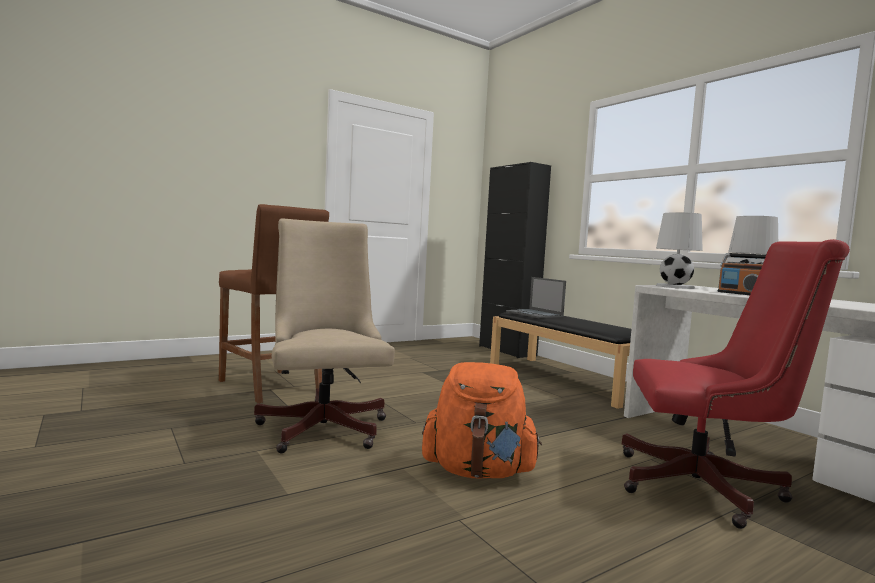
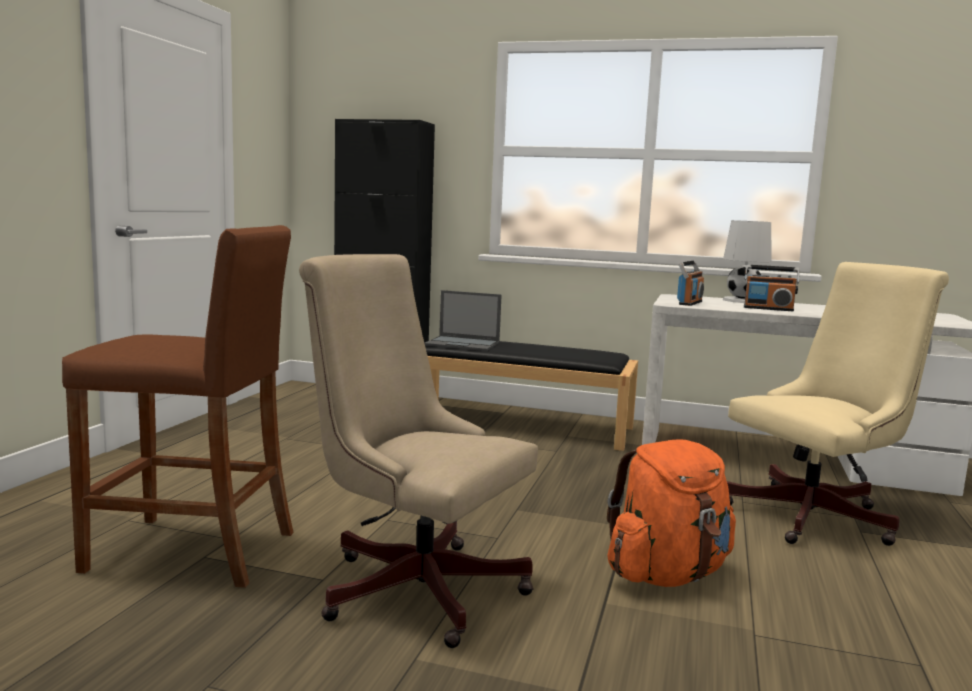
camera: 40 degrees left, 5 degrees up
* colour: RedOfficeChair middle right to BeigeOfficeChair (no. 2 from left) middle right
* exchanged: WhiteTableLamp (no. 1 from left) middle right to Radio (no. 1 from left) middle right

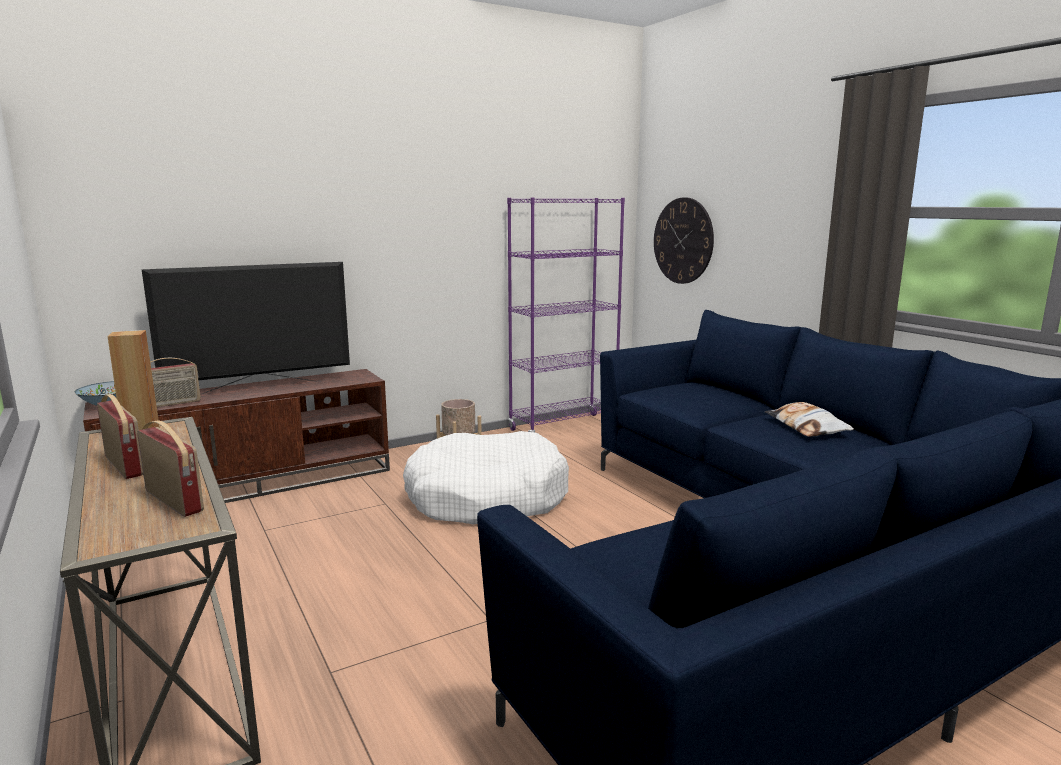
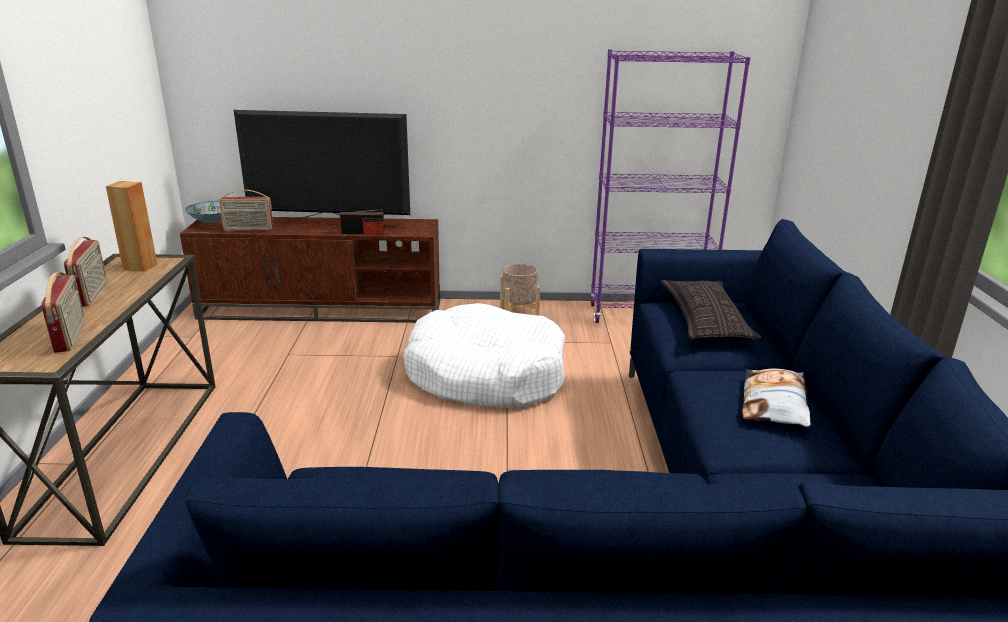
camera: 30 degrees right, 10 degrees up
* missing: WallClock top centre
* appeared: Radio (no. 4 from left) centre
* appeared: Pillow (no. 1 from left) middle right

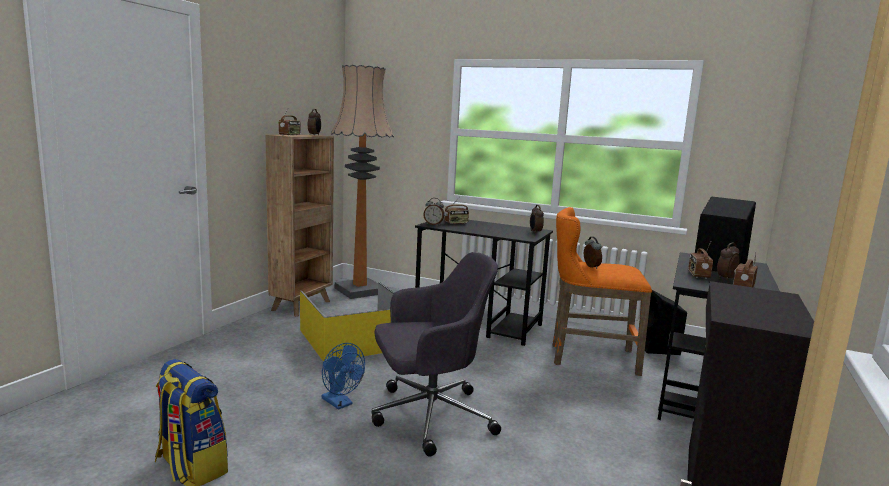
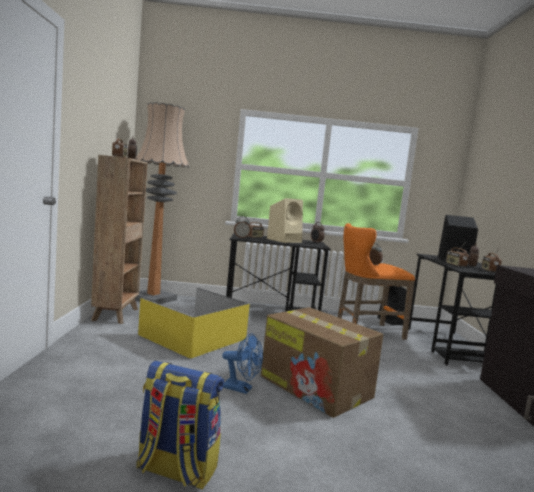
camera: 25 degrees left, 5 degrees down
* exchanged: GreyOfficeChair bottom centre to CardboardBox bottom centre
* appeared: BeigeSpeaker centre

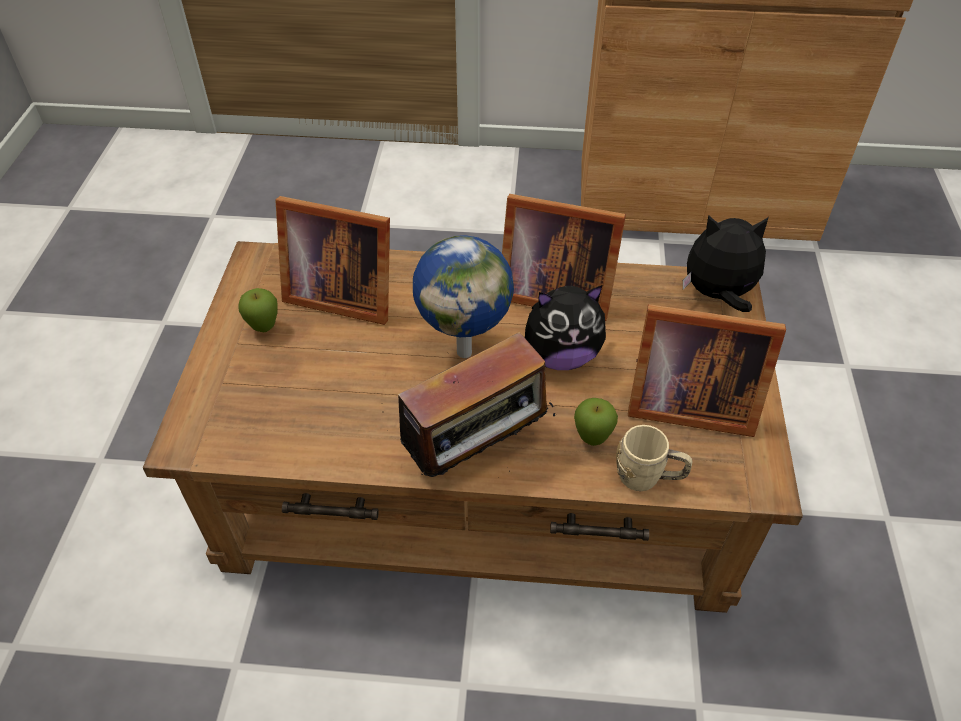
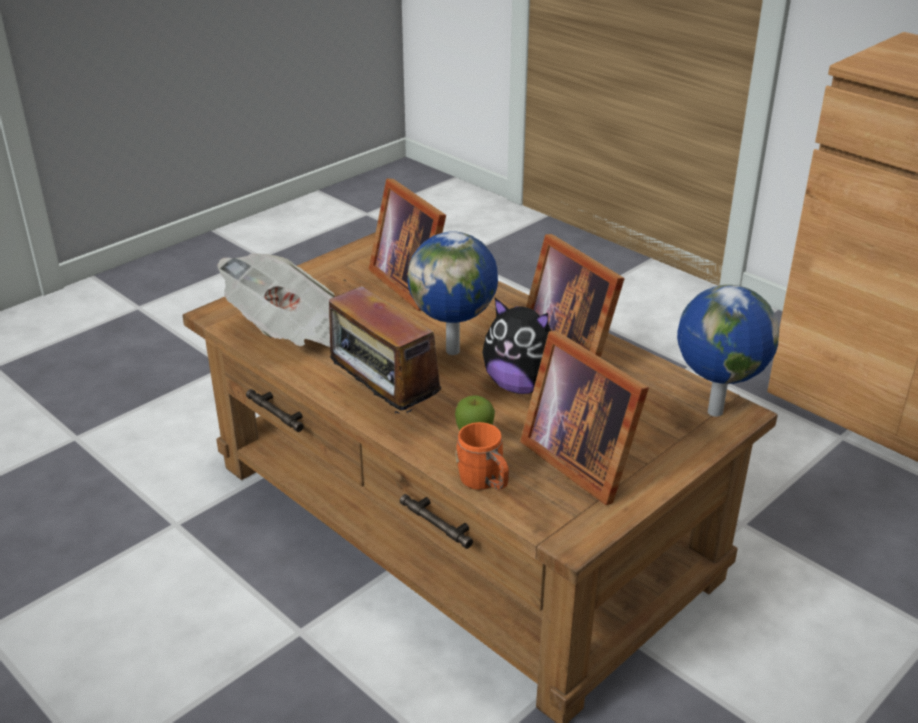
camera: 40 degrees right, 15 degrees down
* missing: Apple (no. 1 from left) middle left
* spun: Radio centre = centre 45 degrees clockwise
* colour: BeigeMug middle right to OrangeMug centre
* exchanged: PlushToy (no. 2 from left) middle right to Globe (no. 2 from left) middle right
* appeared: Newspaper middle left

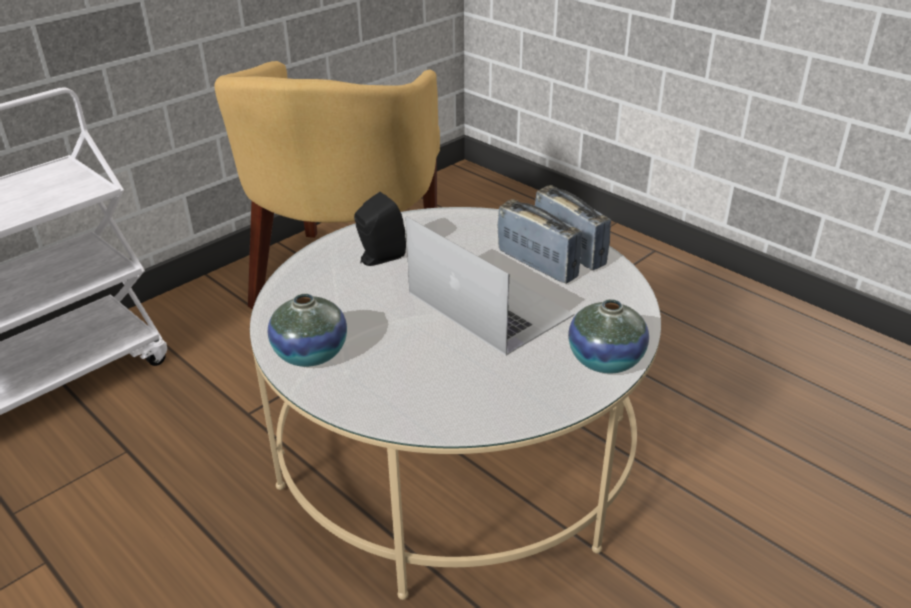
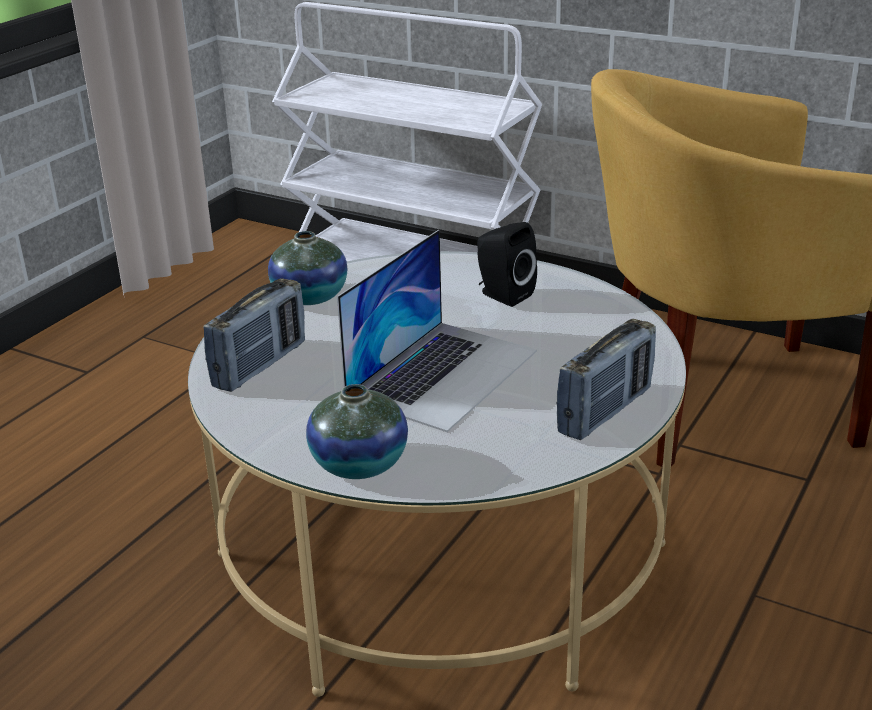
camera: 75 degrees right, 5 degrees down
* relocated: Radio (no. 1 from left) centre to middle left

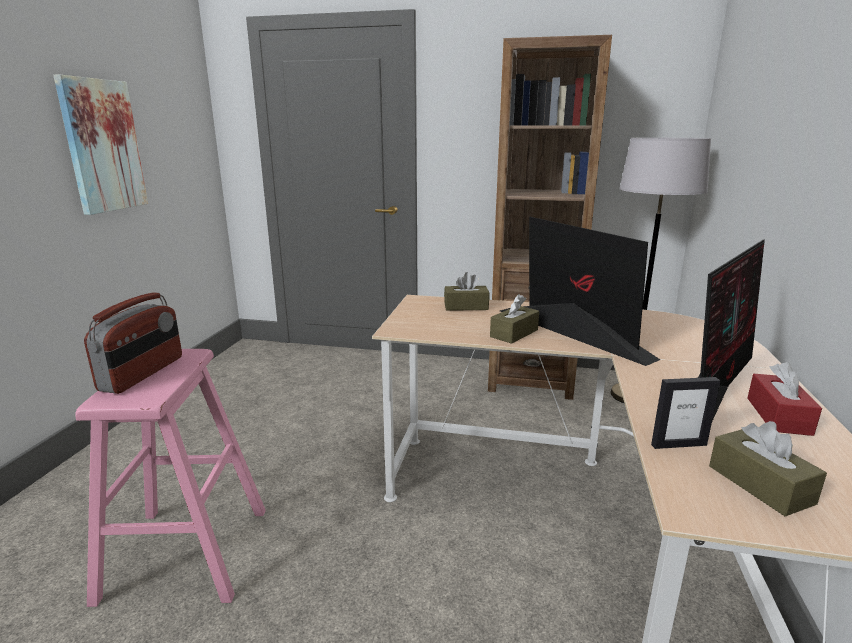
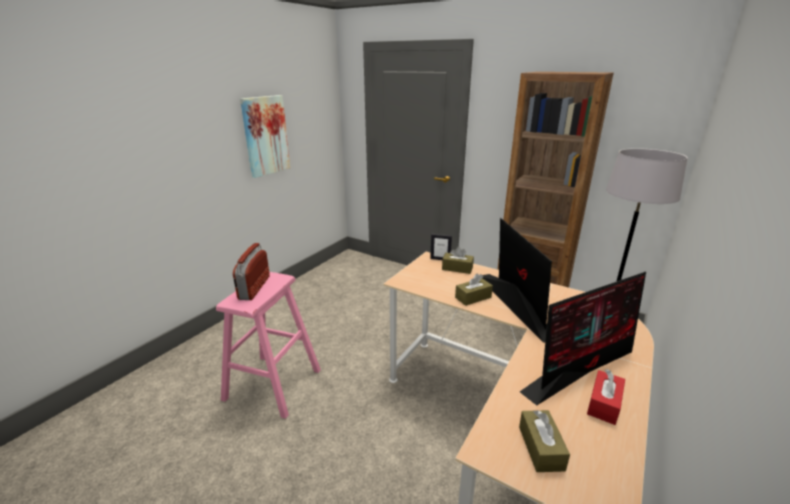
camera: 20 degrees right, 5 degrees up
* spun: Radio middle left = middle left 150 degrees clockwise
* relocated: PictureFrame middle right to centre

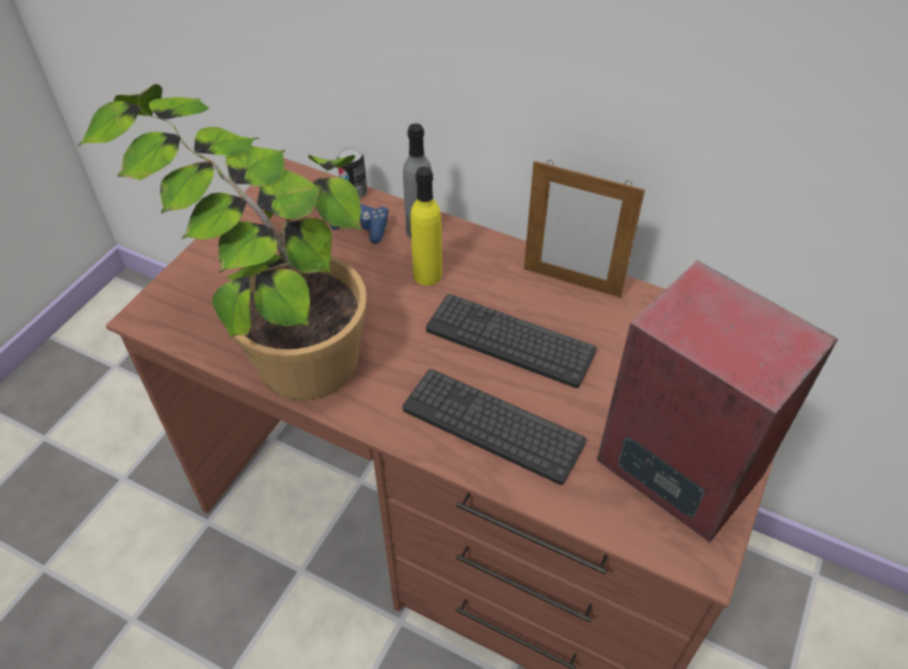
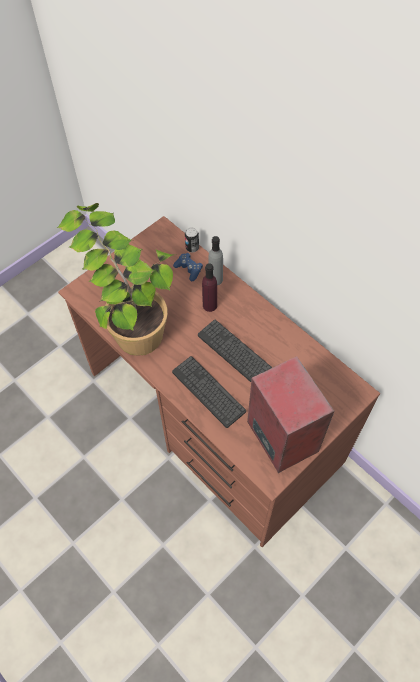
camera: 20 degrees right, 10 degrees up
* colour: YellowBottle centre to PurpleBottle centre
* missing: PictureFrame centre

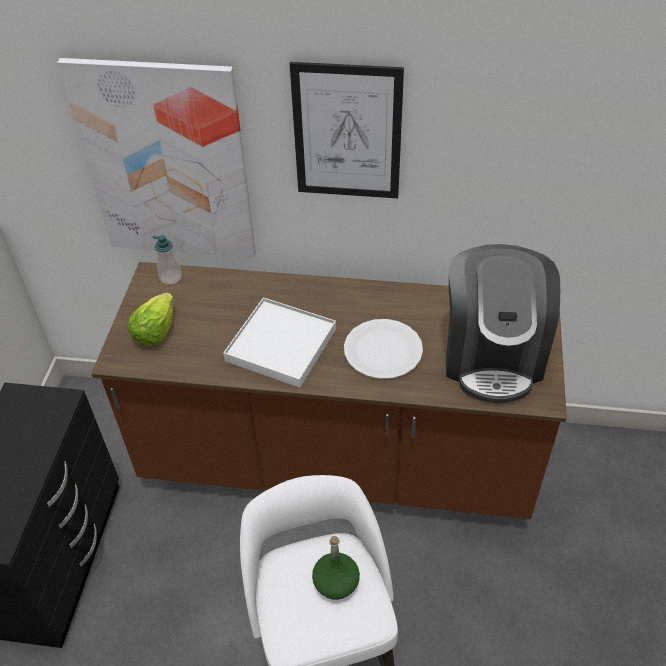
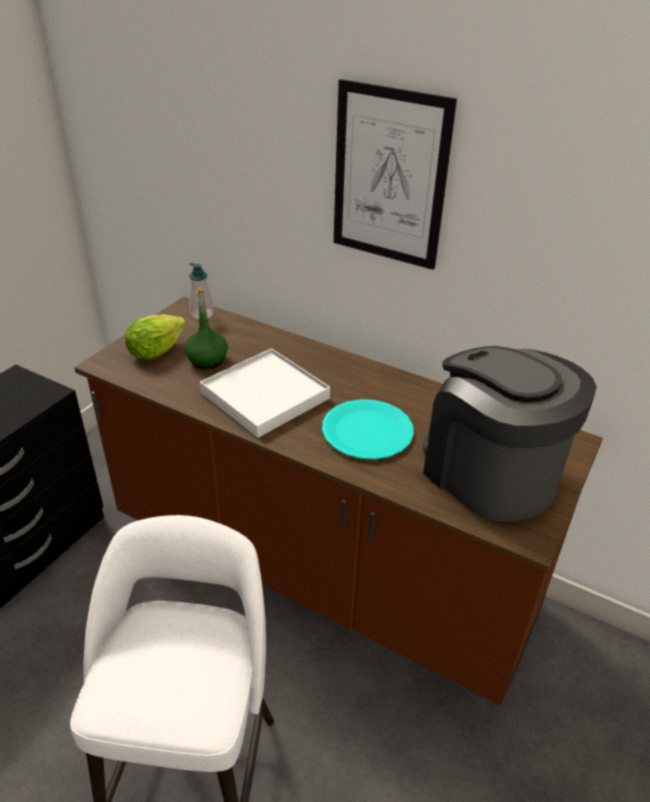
camera: 20 degrees right, 10 degrees down
* missing: Picture (no. 1 from left) top left
* relocated: GreenBottle bottom centre to middle left
* colour: WhitePlate centre to TurquoisePlate centre
* spun: CoffeeMachine middle right = middle right 120 degrees clockwise

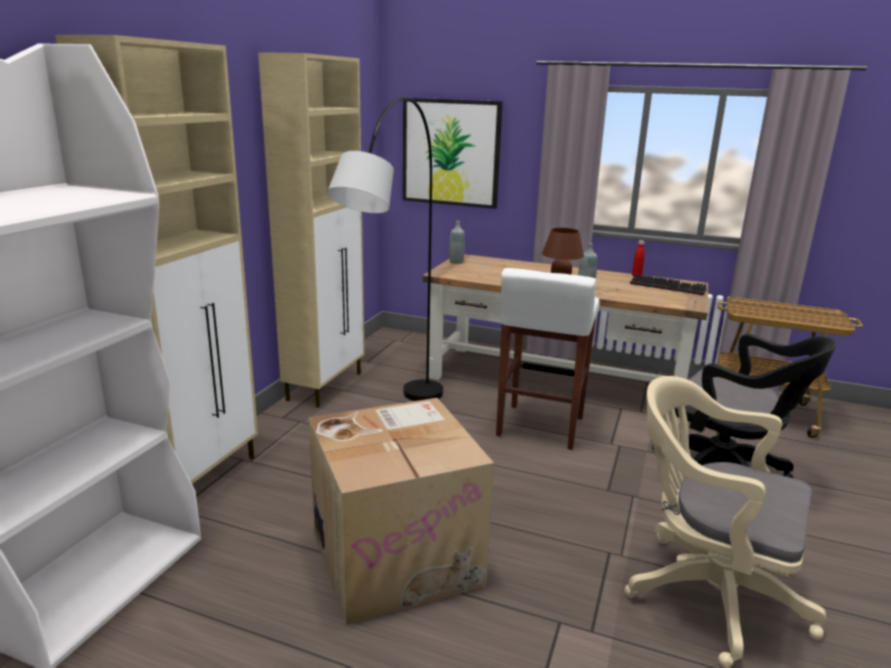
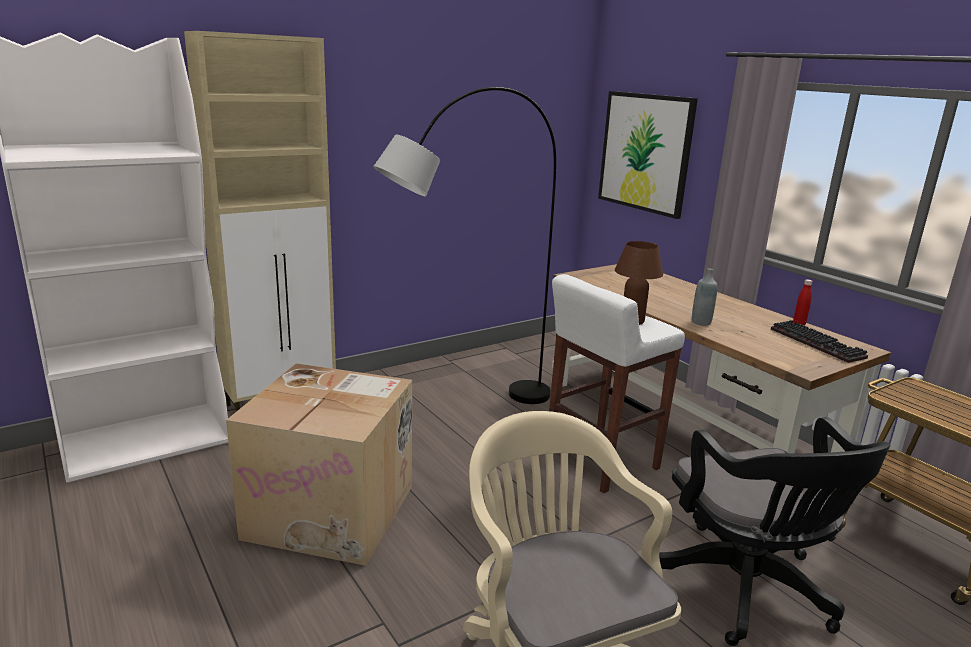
camera: 35 degrees right, 0 degrees up
* missing: BeigeCabinet (no. 2 from left) centre
* missing: GreyBottle (no. 1 from left) centre

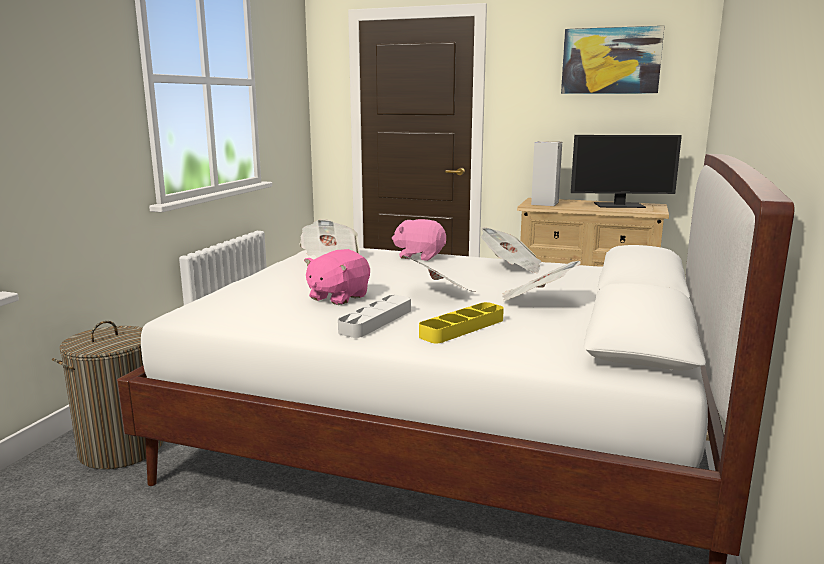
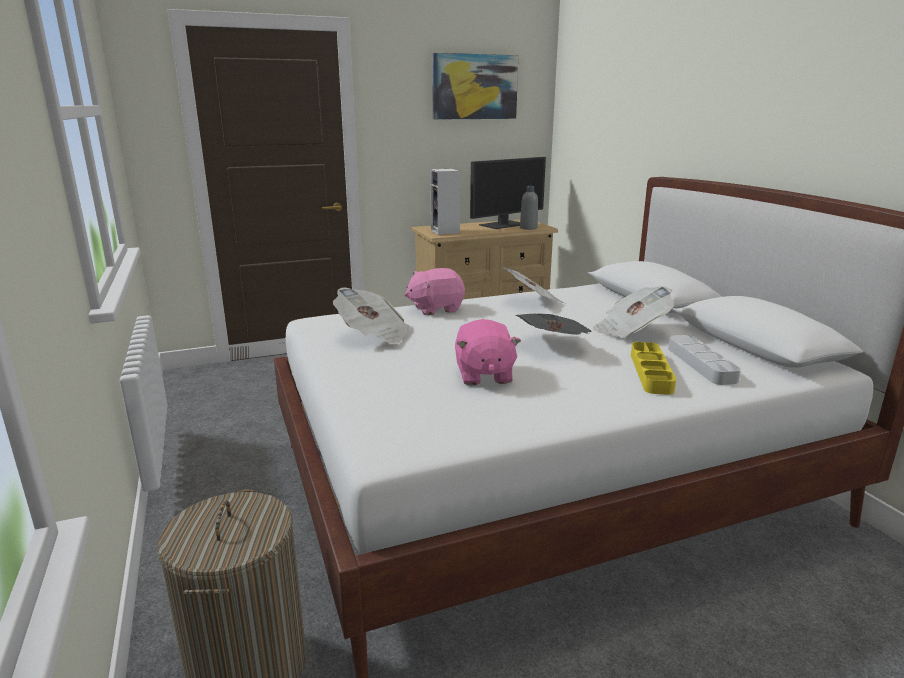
camera: 40 degrees left, 5 degrees up
* relocated: GreyTray centre to middle right
* appeared: GreyBottle top centre

